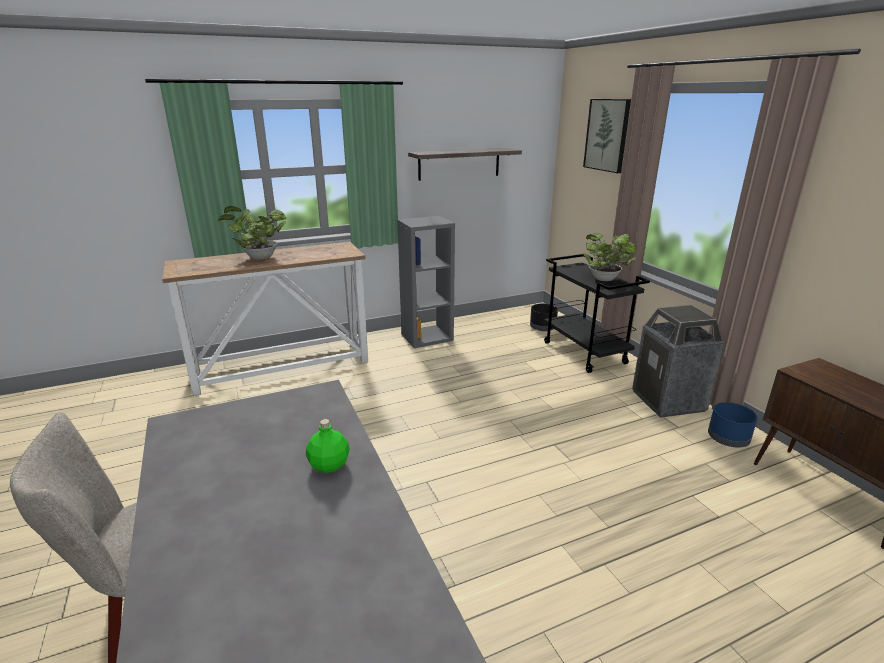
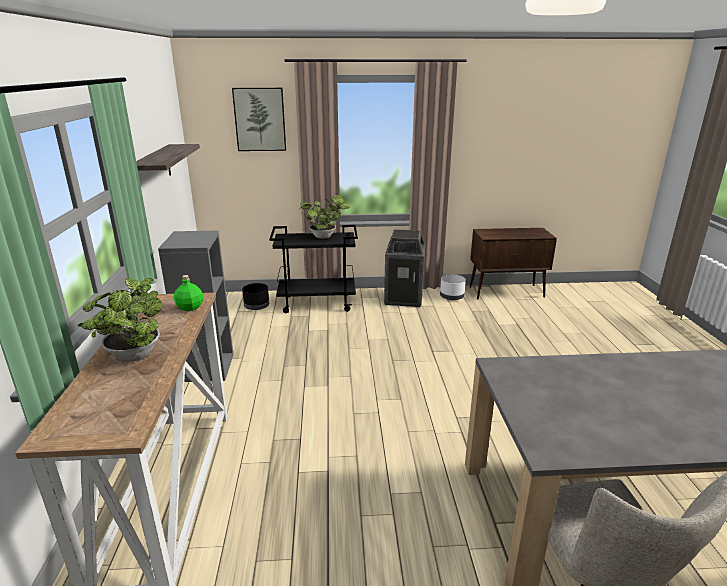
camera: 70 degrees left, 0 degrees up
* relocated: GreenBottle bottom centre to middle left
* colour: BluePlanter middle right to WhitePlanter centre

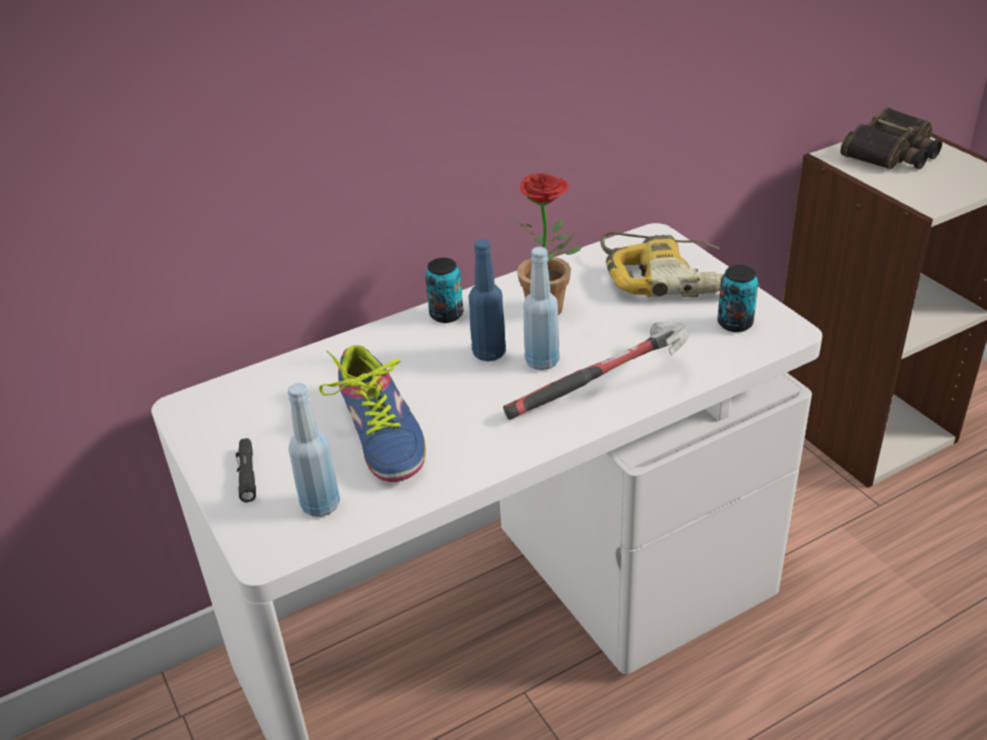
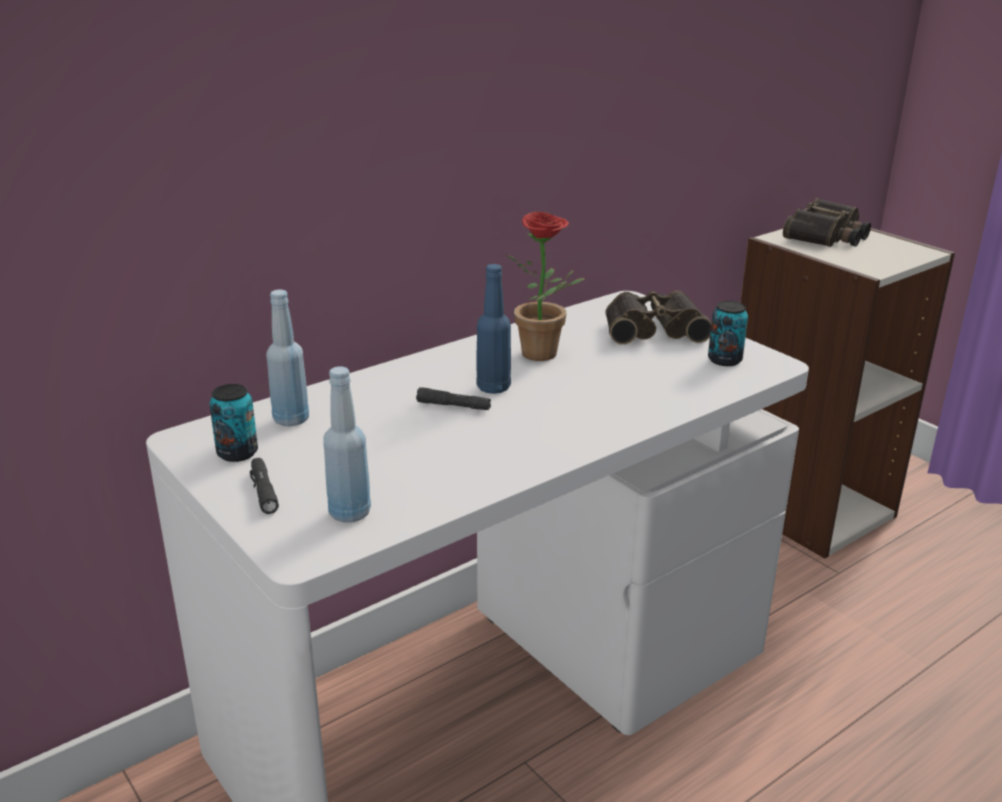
camera: 10 degrees left, 10 degrees down
* missing: Shoe centre
* relocated: Can (no. 1 from left) centre to middle left
* missing: Hammer centre
* relocated: BlueBottle (no. 3 from left in the first image) centre to BlueBottle (no. 1 from left) middle left
* exchanged: PowerDrill middle right to Binoculars (no. 1 from left) centre
* appeared: BlackFlashlight (no. 2 from left) centre

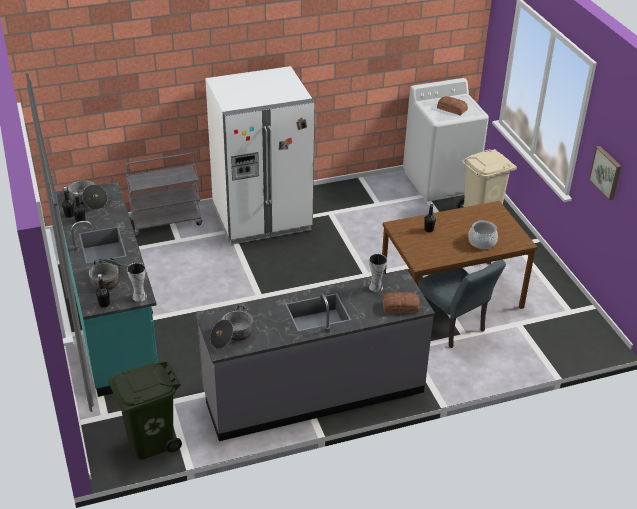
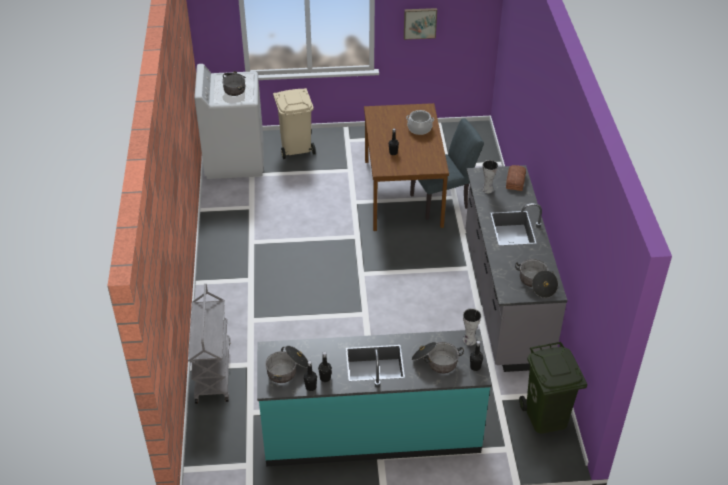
camera: 75 degrees left, 5 degrees up
* missing: WhiteFridge top centre
* exchanged: Bread (no. 2 from left) top right to CookingPot (no. 1 from left) top left

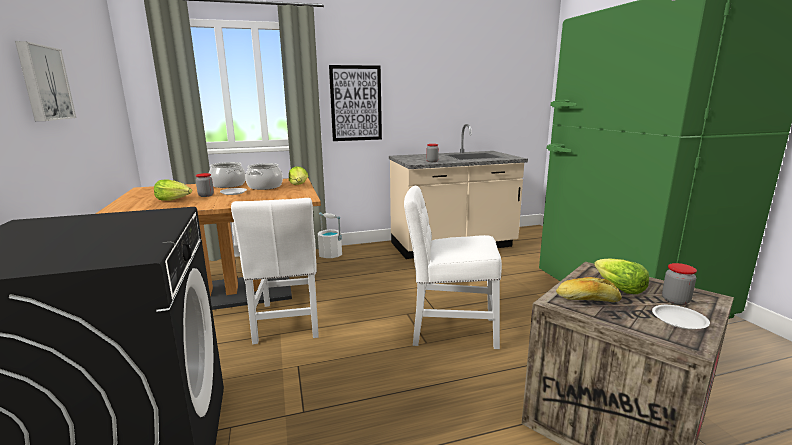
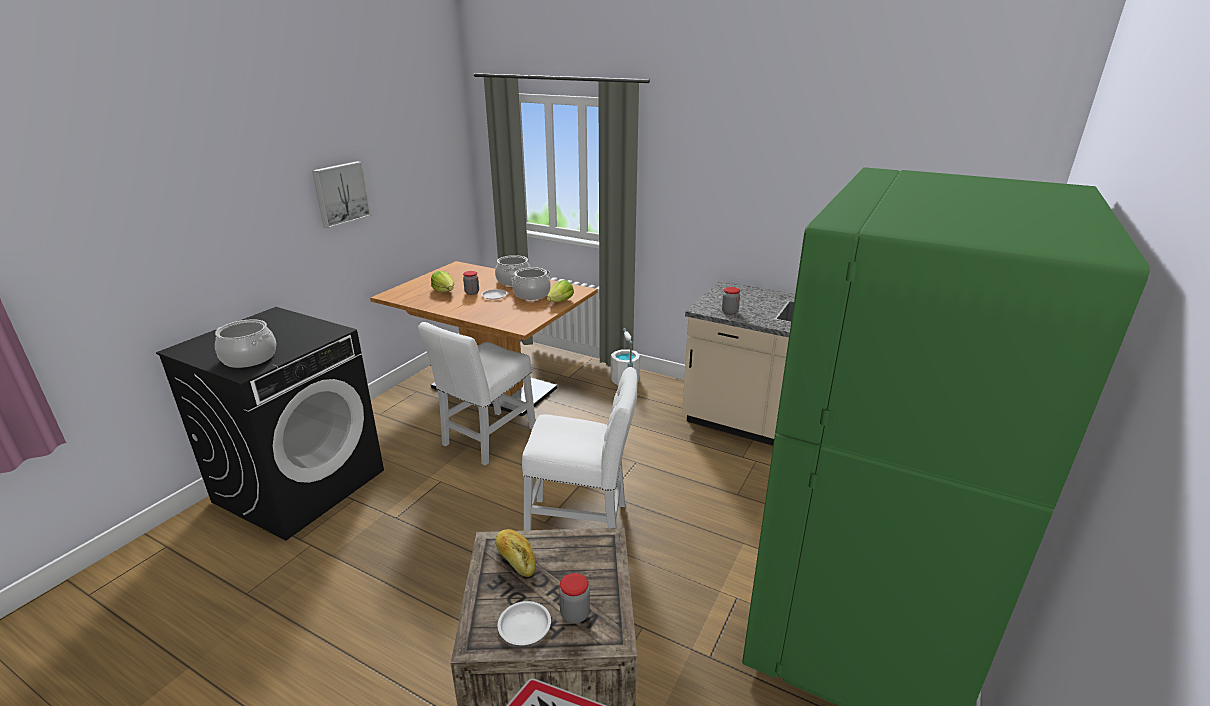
camera: 45 degrees right, 10 degrees up
* missing: Picture (no. 2 from left) top centre
* spun: WhiteChair (no. 2 from left) centre = centre 135 degrees clockwise
* missing: Lettuce (no. 3 from left) middle right
* appeared: CookingPot (no. 1 from left) middle left

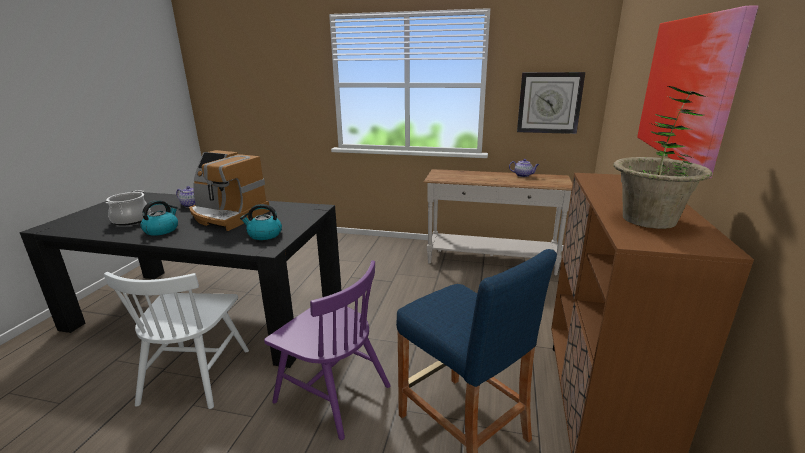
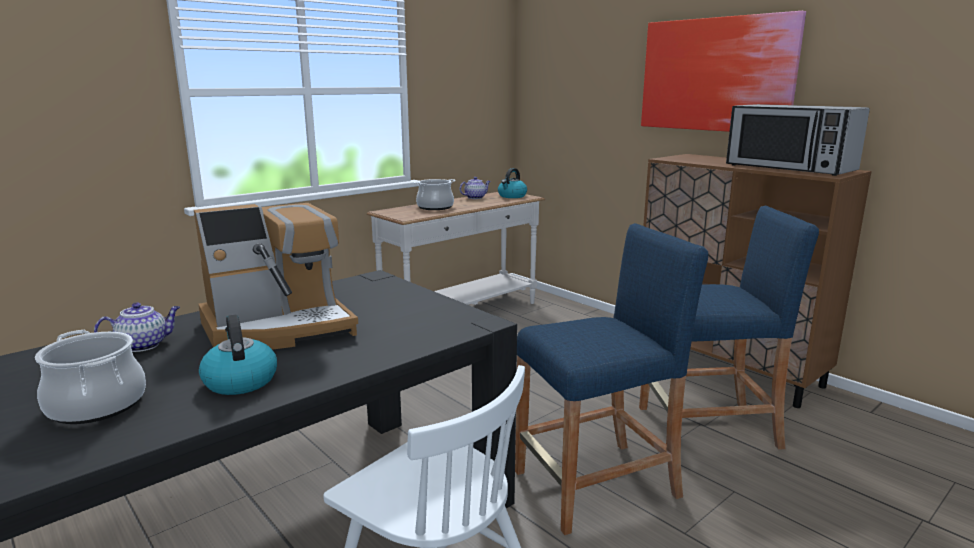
camera: 55 degrees left, 5 degrees down
* relocated: Kettle (no. 2 from left) middle left to centre
* exchanged: PurpleChair bottom centre to BlueStool (no. 1 from left) bottom centre
* missing: WallClock top right
* exchanged: PottedPlant middle right to Microwave top right
* appeared: CookingPot (no. 2 from left) centre

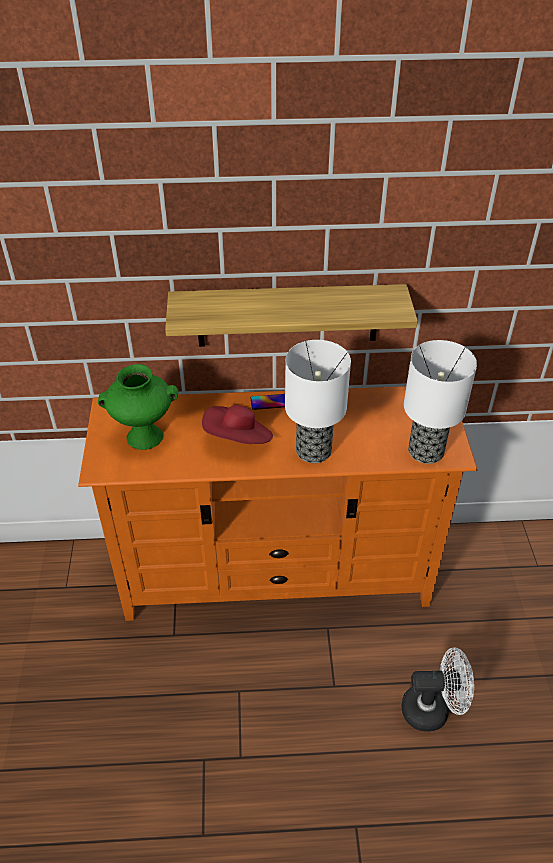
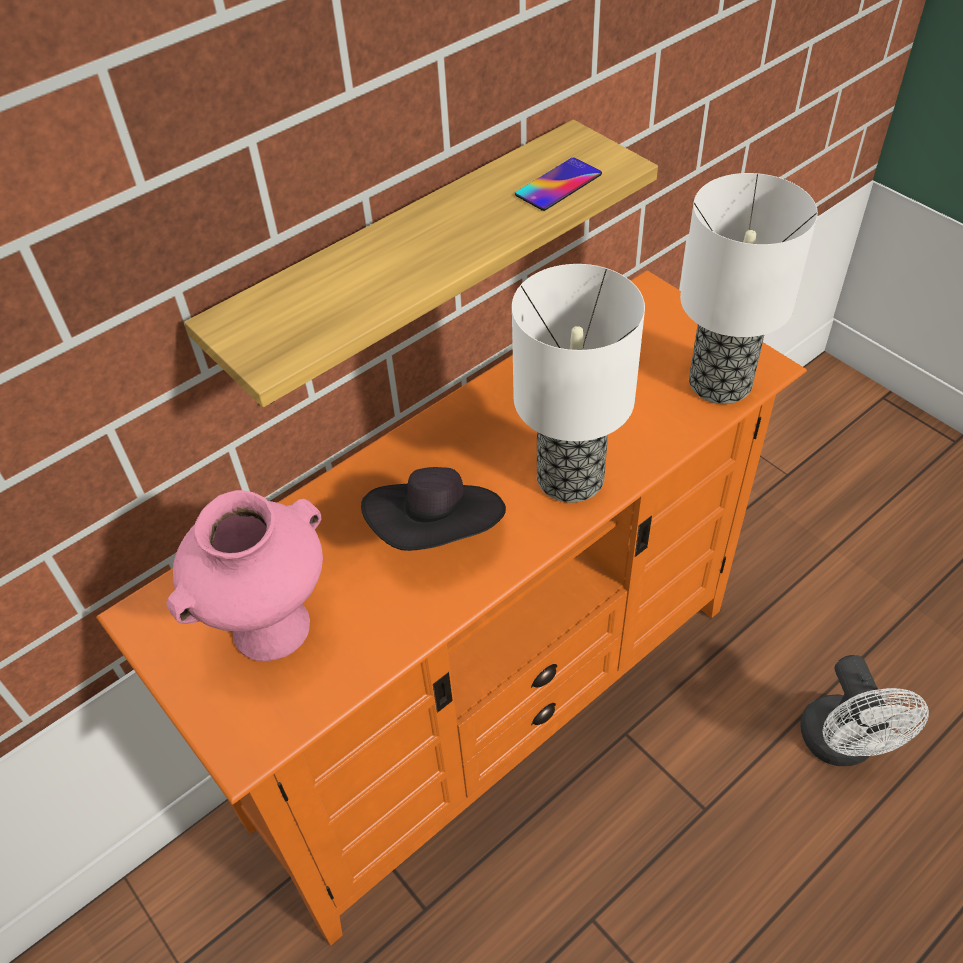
camera: 35 degrees left, 5 degrees up
* colour: GreenVase middle left to PinkVase middle left
* colour: RedHat centre to BlackHat centre
* relocated: Phone centre to top centre
* spun: WhiteFan bottom right = bottom right 120 degrees clockwise

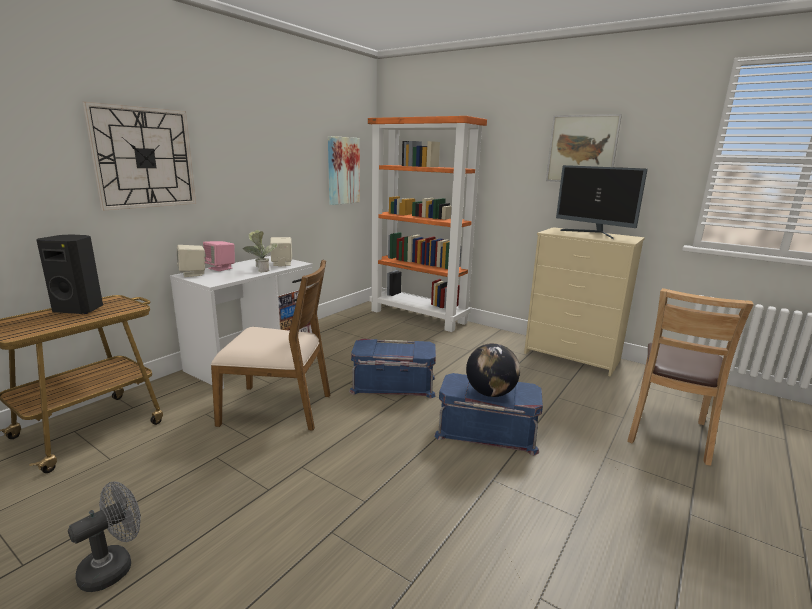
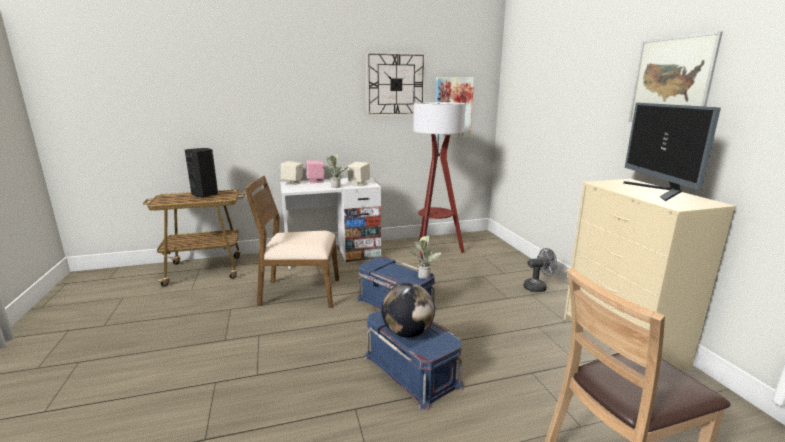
camera: 40 degrees right, 0 degrees up
* relocated: GreyFan bottom left to middle right
* relocated: WallClock top left to top centre
* spun: BrownChair (no. 1 from left) middle left = centre 135 degrees clockwise
* missing: OrangeBookcase centre
* appeared: PottedPlant (no. 2 from left) centre
* appeared: FloorLamp centre

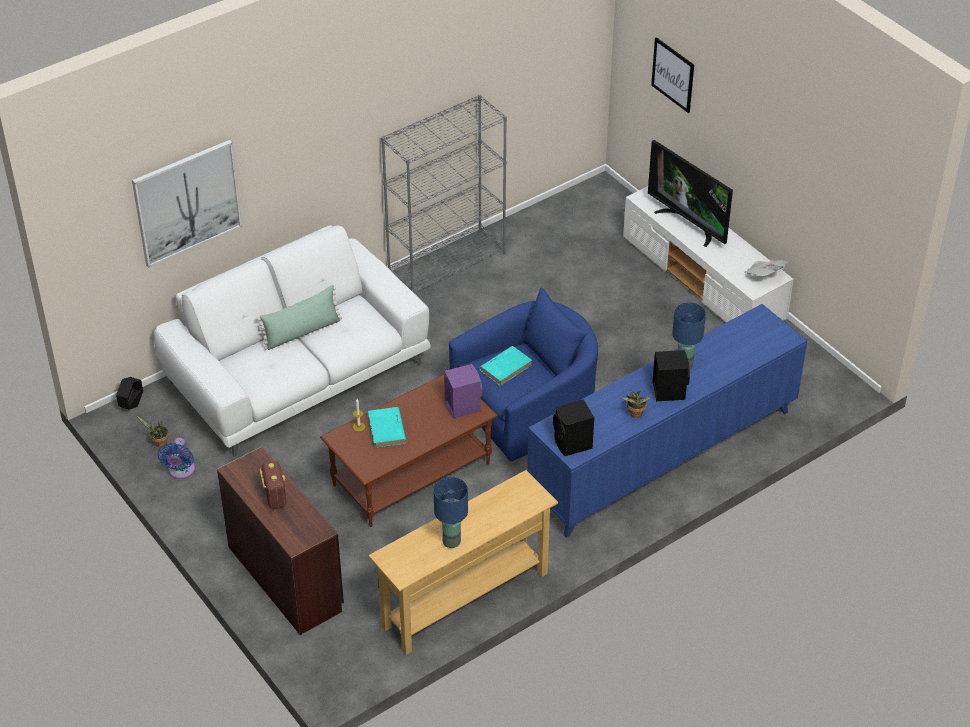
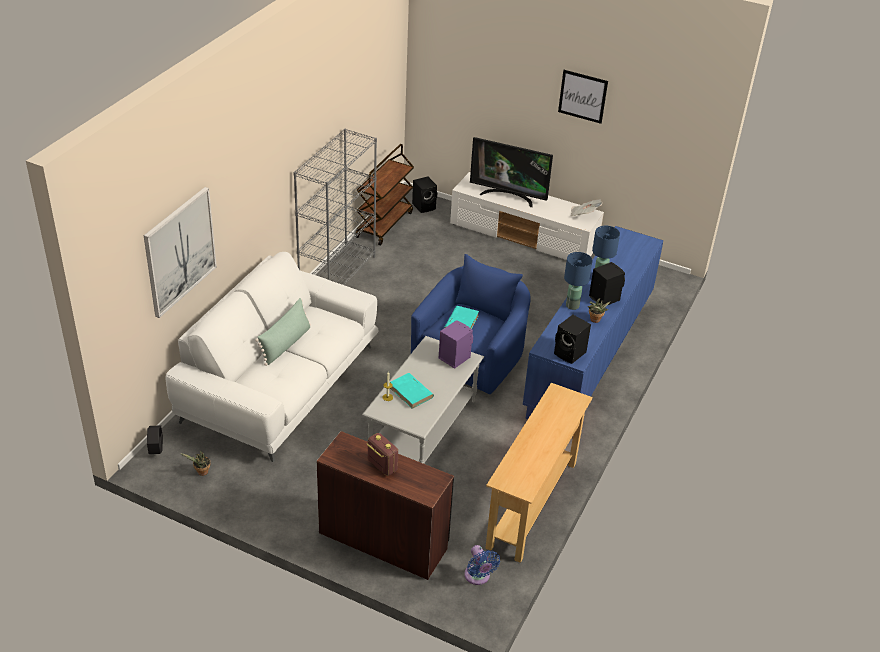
camera: 30 degrees left, 5 degrees down
* relocated: BlueFan middle left to bottom centre
* colour: BrownCoffeeTable centre to GreyCoffeeTable centre
* relocated: BlueTableLamp (no. 1 from left) bottom centre to centre
* relocated: Picture (no. 2 from left) top right to top centre
* appeared: BrownCart top centre
* appeared: BlackSpeaker (no. 1 from left) top centre

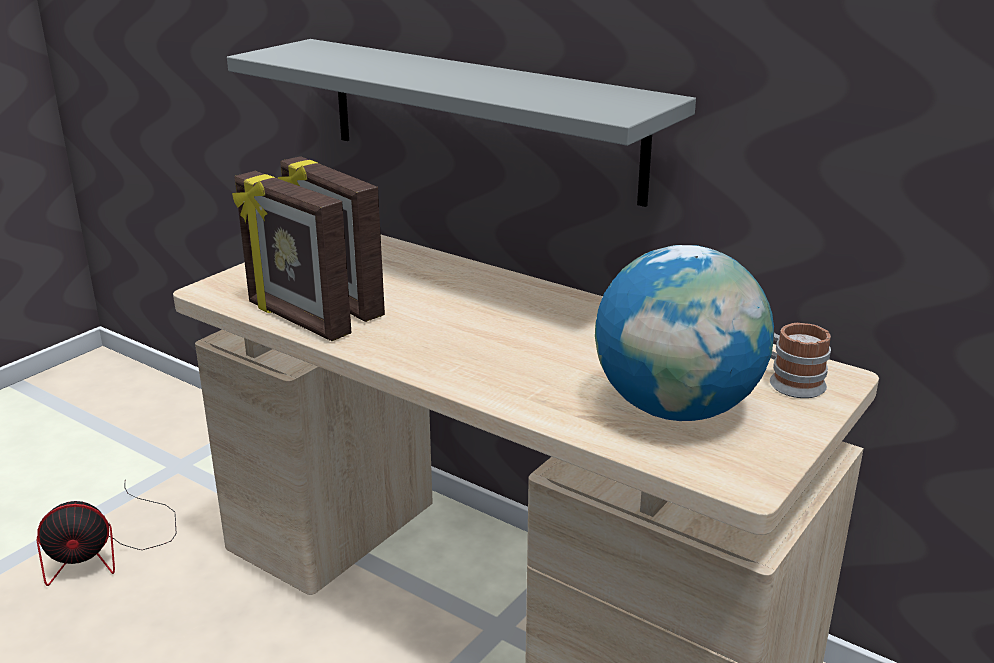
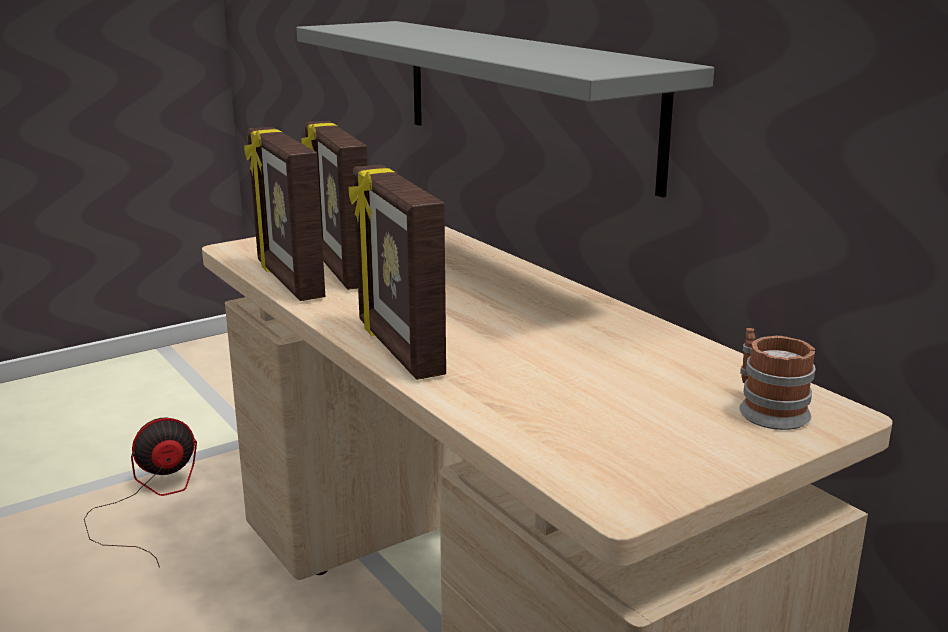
camera: 20 degrees right, 5 degrees down
* spun: Fan bottom left = bottom left 150 degrees clockwise
* missing: Globe middle right
* appeared: PictureFrame (no. 3 from left) centre

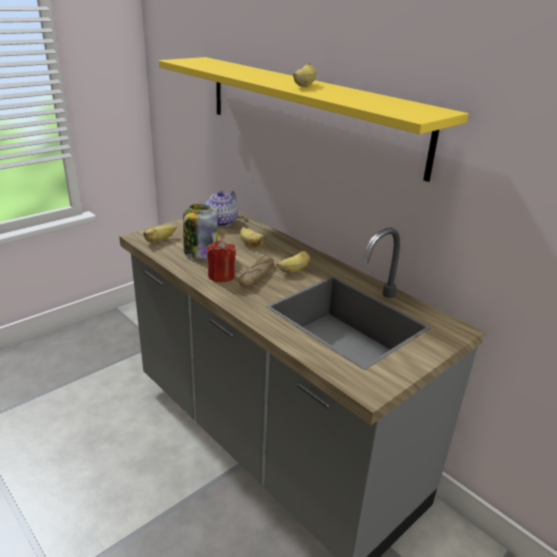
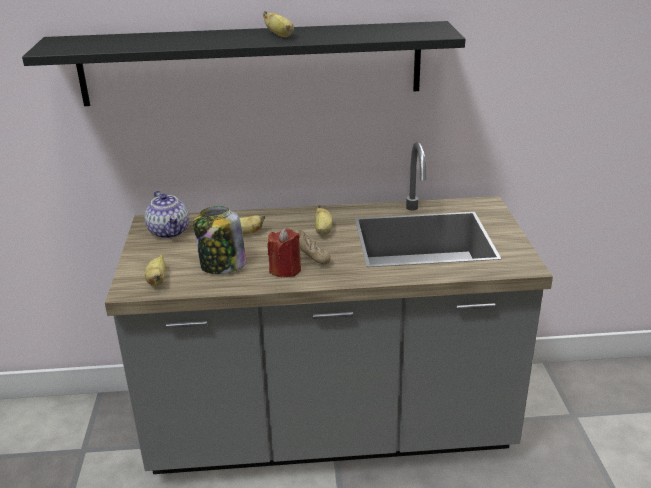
camera: 50 degrees left, 0 degrees up
* colour: YellowShelf top centre to BlackShelf top centre

